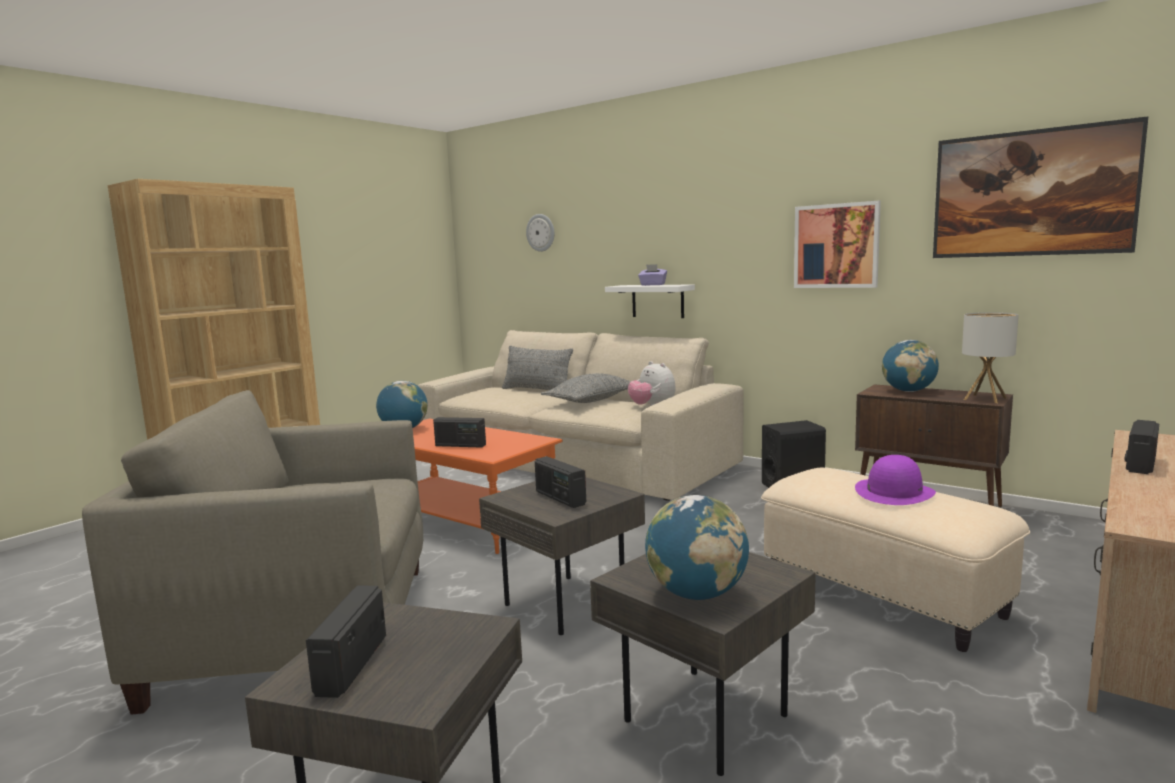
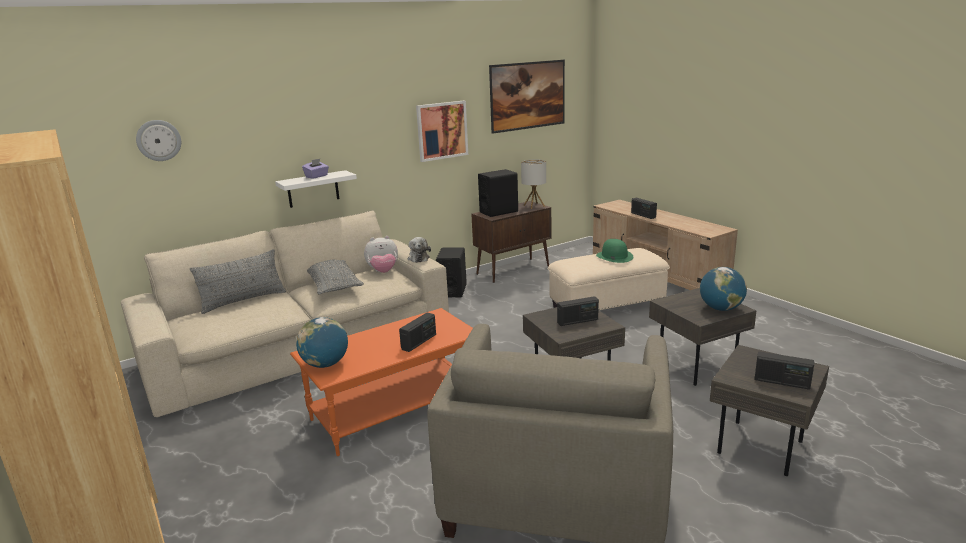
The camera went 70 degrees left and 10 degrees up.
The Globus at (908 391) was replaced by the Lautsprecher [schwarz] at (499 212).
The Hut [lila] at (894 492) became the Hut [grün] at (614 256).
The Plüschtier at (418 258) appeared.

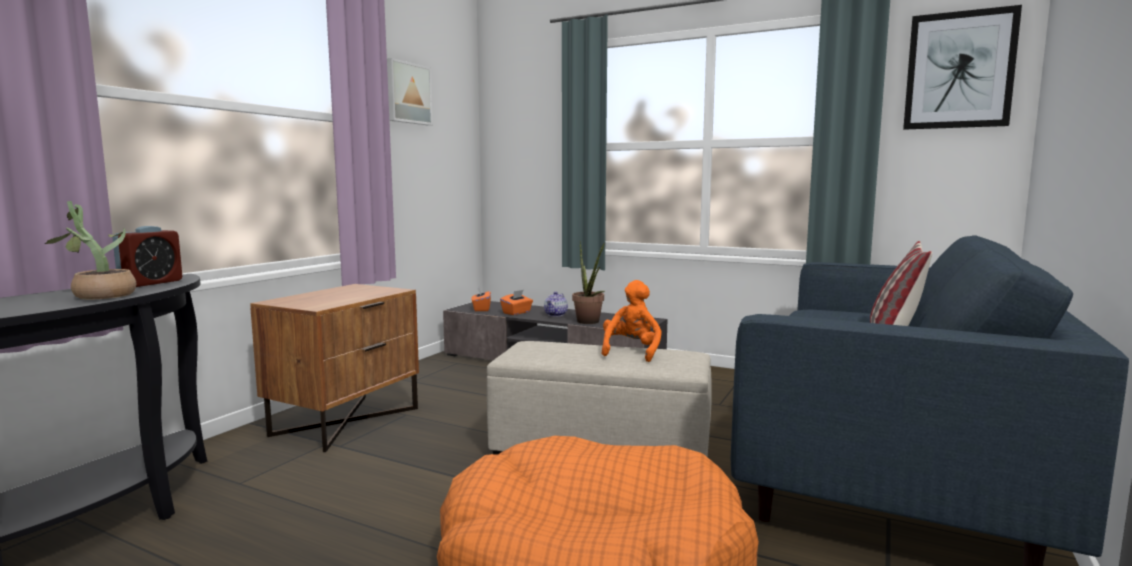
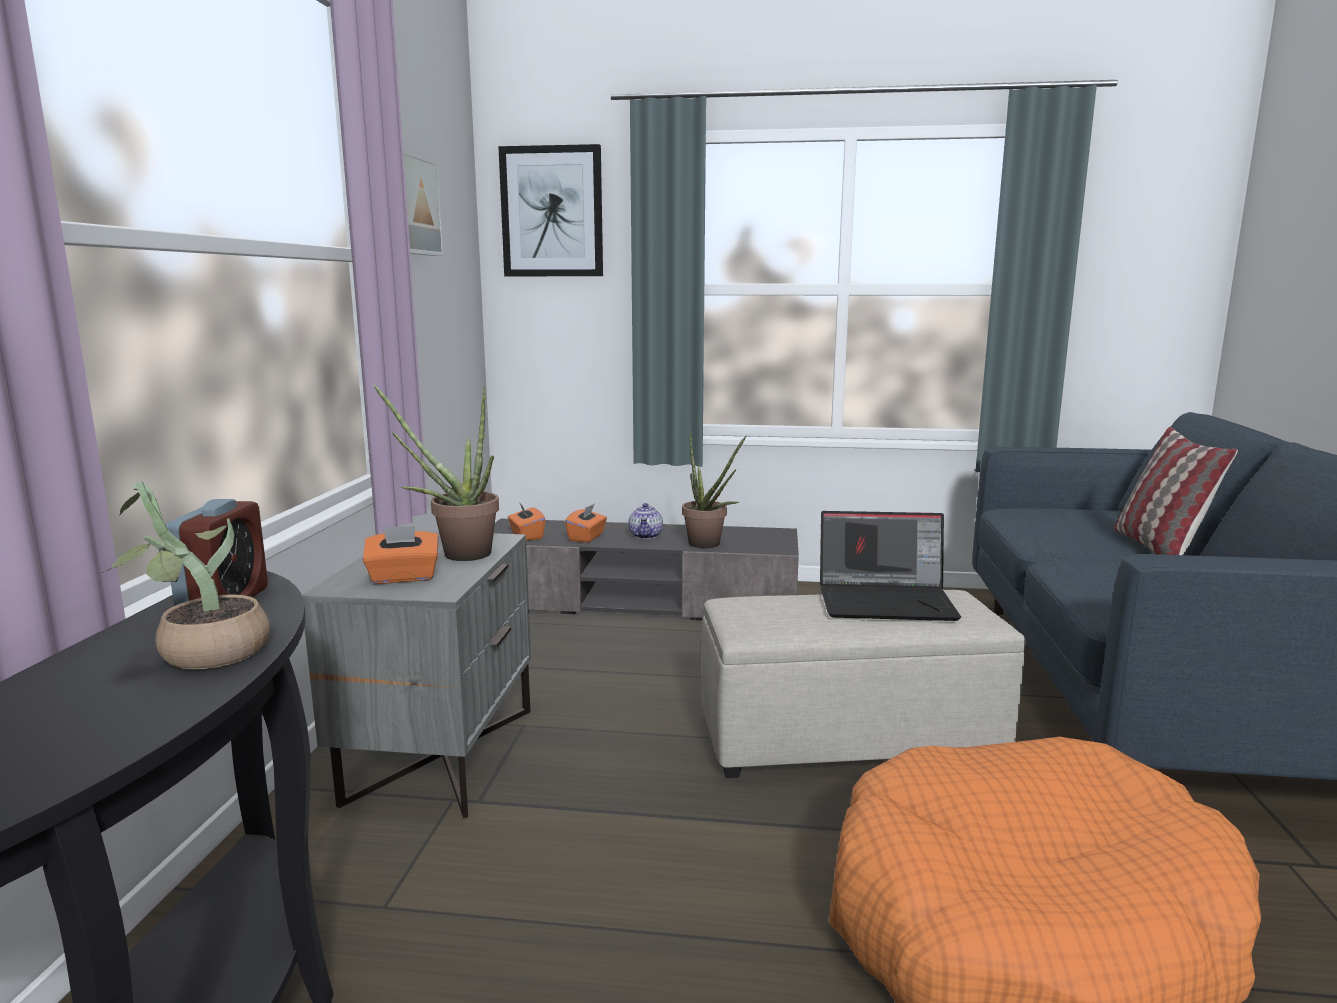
The camera went 20 degrees left and 5 degrees up.
The Bild moved from (959 70) to (552 212).
The Plüschtier [orange] at (631 351) was replaced by the Laptop at (887 601).
The Nachttisch [braun] at (345 421) became the Nachttisch [grau] at (440 754).
The Topfpflanze at (457 554) appeared.
The Taschentuchbox [orange] at (403 577) appeared.

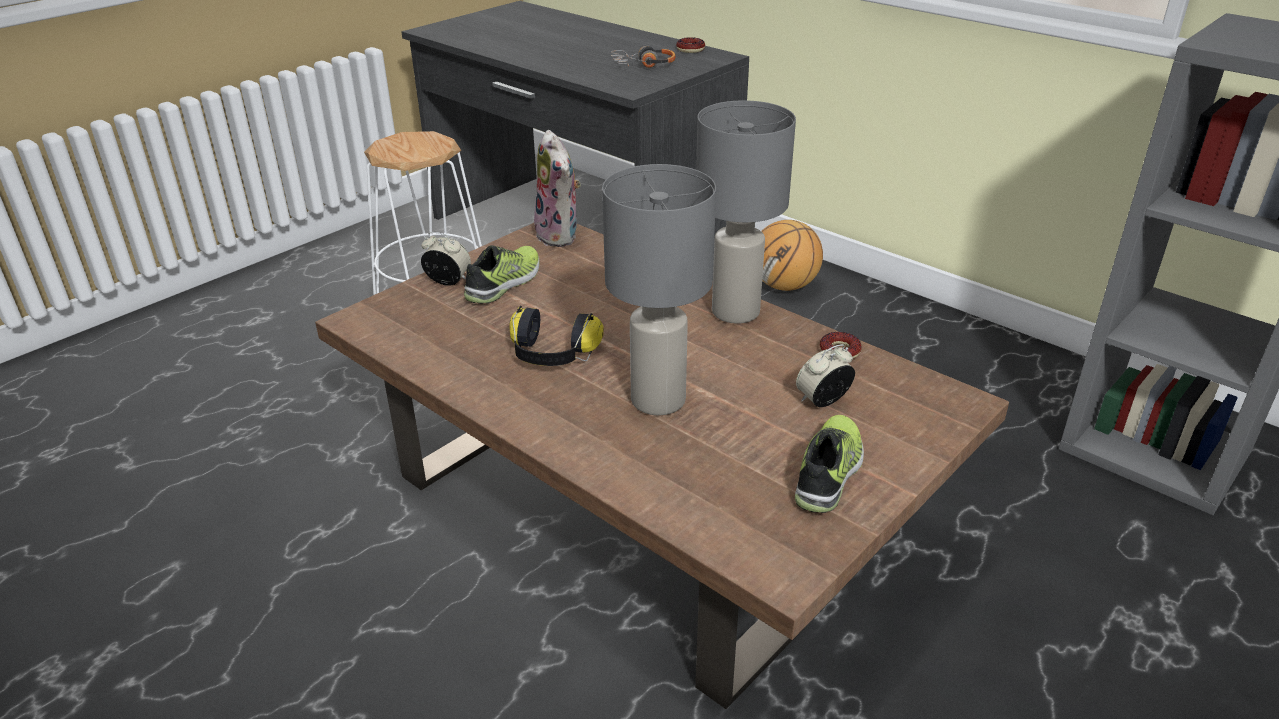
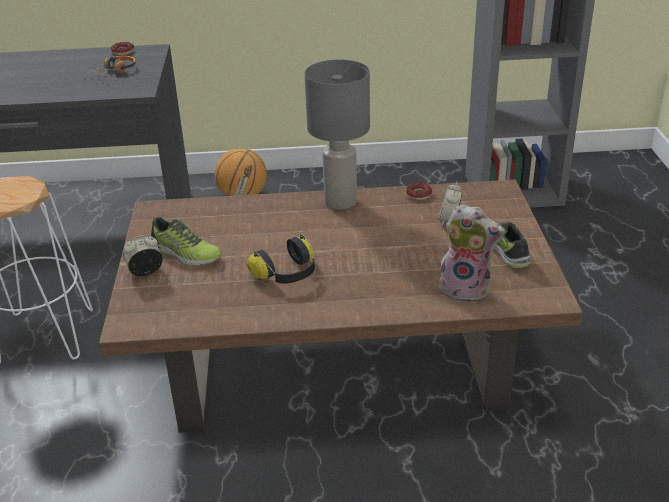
The camera went 45 degrees left and 0 degrees up.
The Plüschtier moved from (561 236) to (466 289).
The Tischlampe [grau] at (659 401) disappeared.
The Schuh at (505 283) turned 135 degrees clockwise.

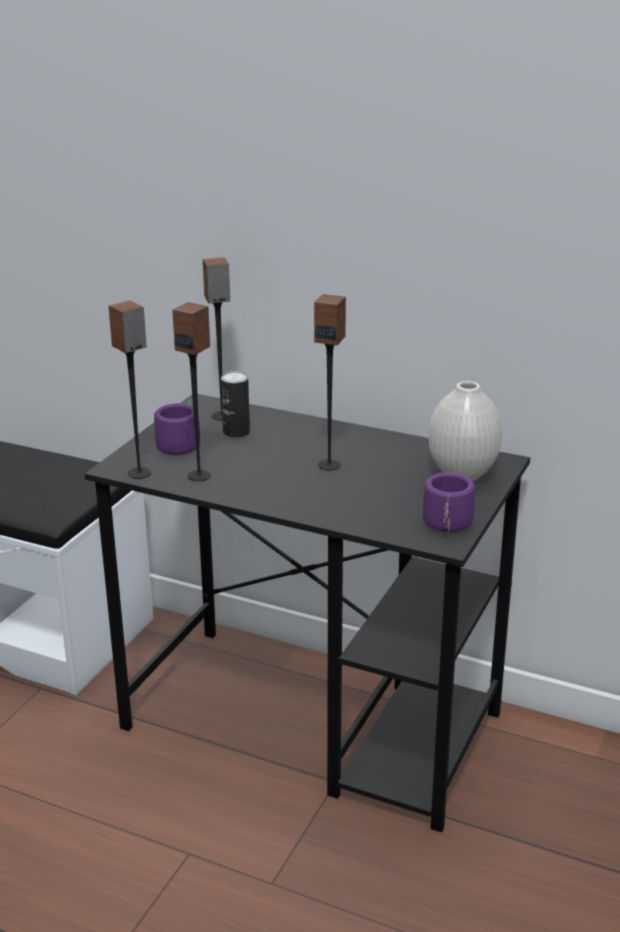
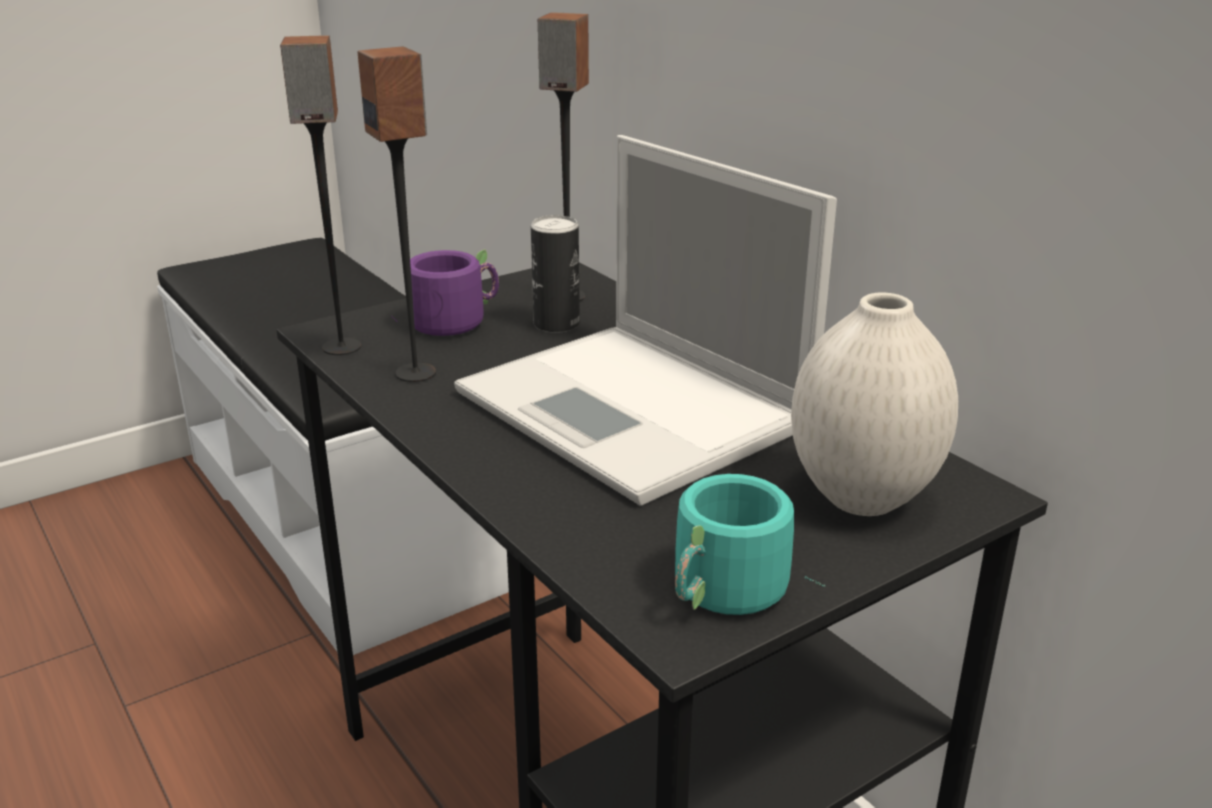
The camera went 30 degrees right and 0 degrees up.
The Lautsprecher at (329 465) was replaced by the Laptop at (636 411).
The Henkelbecher [lila] at (450 525) became the Henkelbecher [türkis] at (728 596).

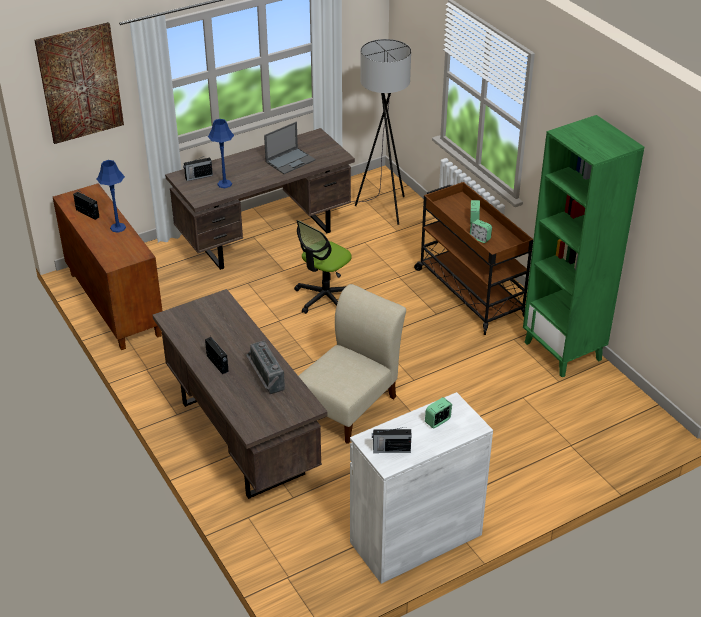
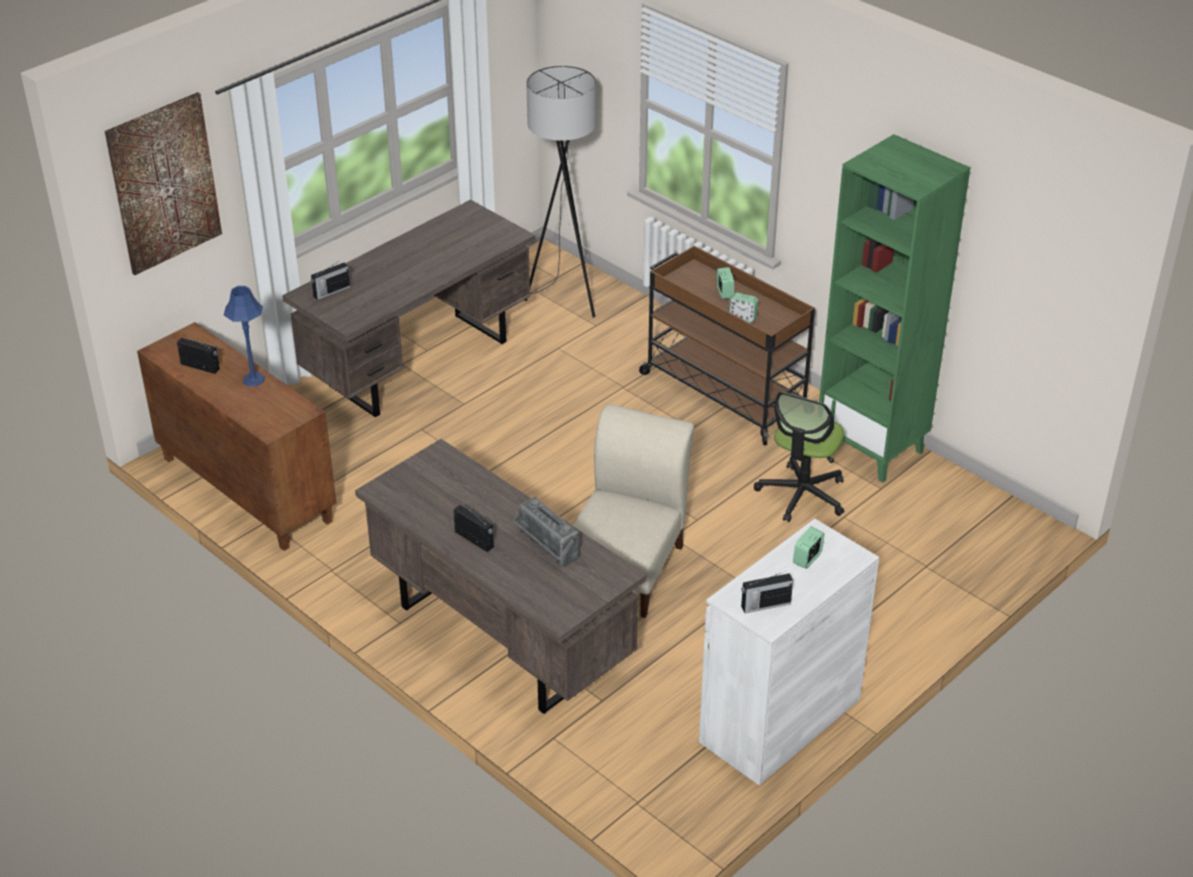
The camera went 15 degrees left and 0 degrees up.
The Tischlampe [blau] at (224 184) disappeared.
The Laptop at (290 161) disappeared.
The Bürostuhl moved from (325 298) to (802 494).

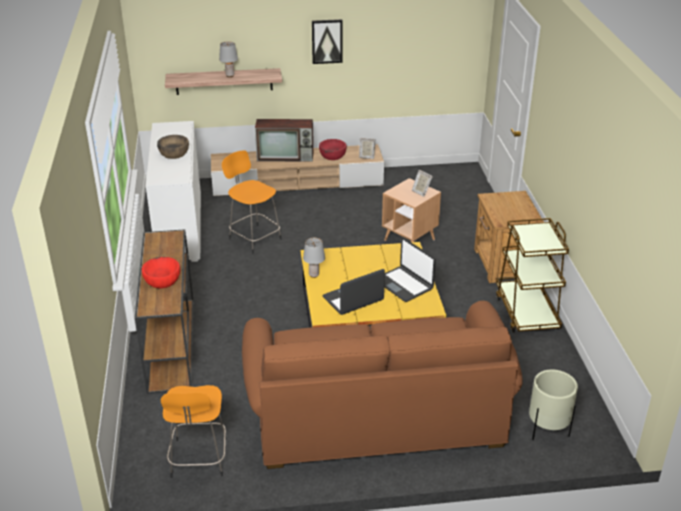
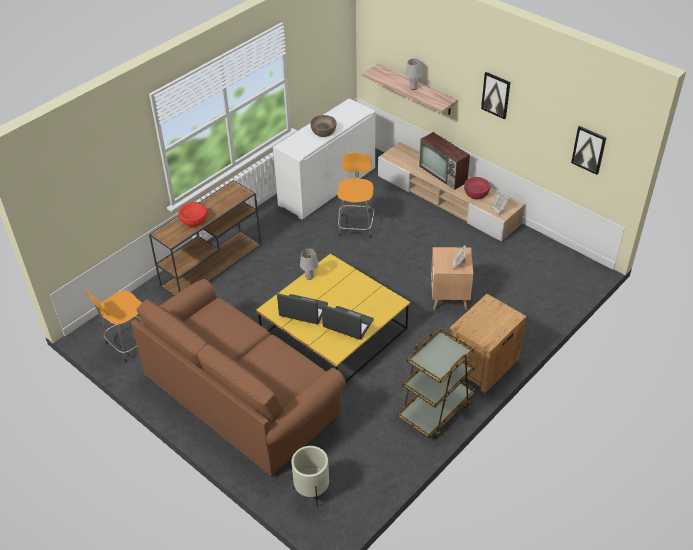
The camera went 50 degrees right and 10 degrees up.
The Laptop at (404 284) turned 105 degrees clockwise.
The Bild at (589 149) appeared.

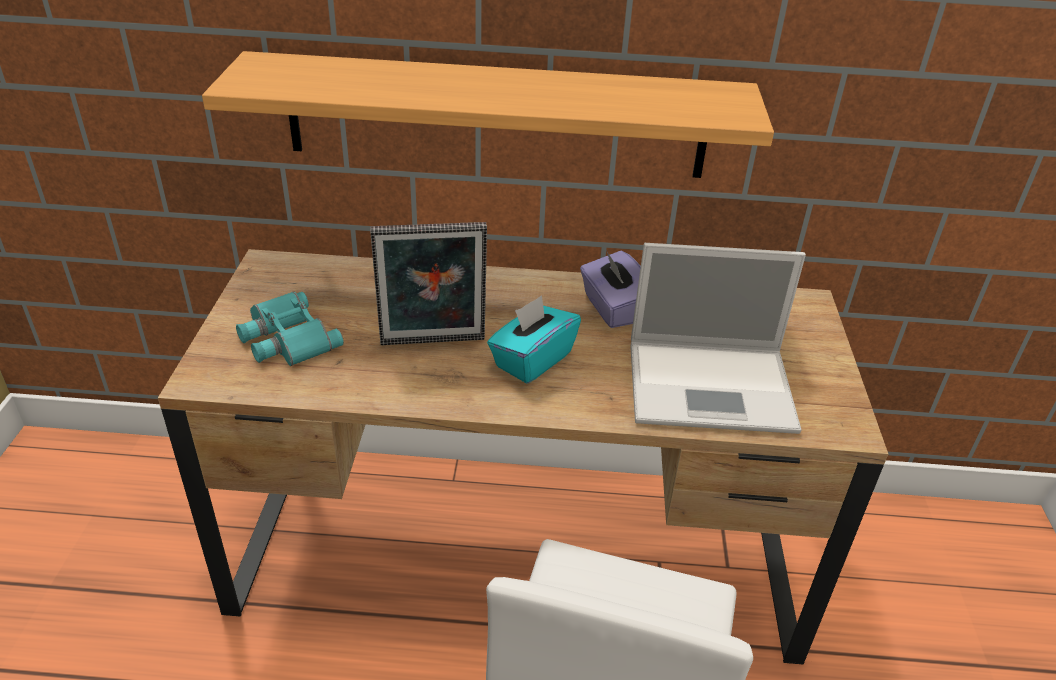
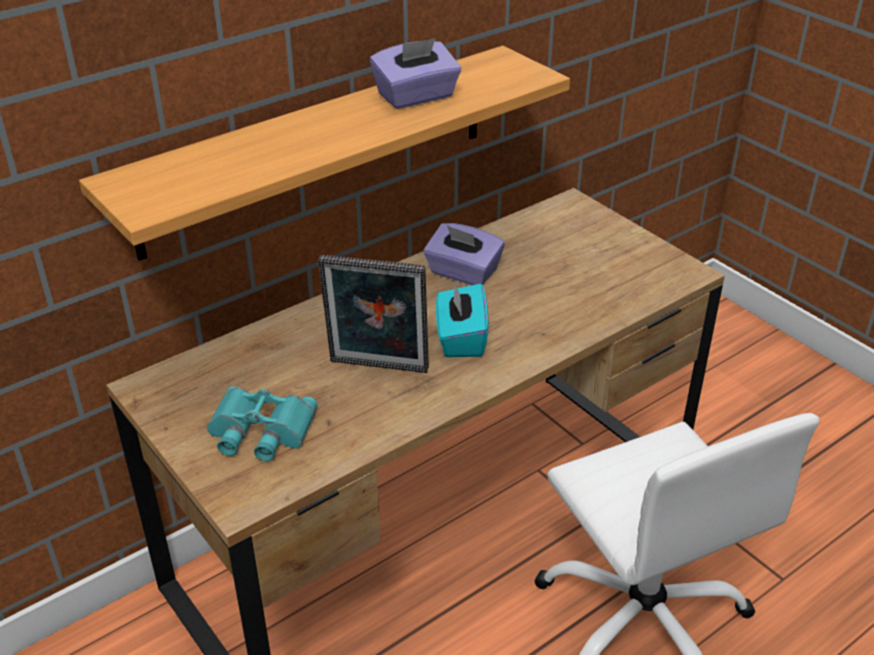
The camera went 40 degrees left and 0 degrees up.
The Bilderrahmen at (433 344) turned 60 degrees clockwise.
The Laptop at (713 386) disappeared.
The Taschentuchbox [lila] at (416 97) appeared.

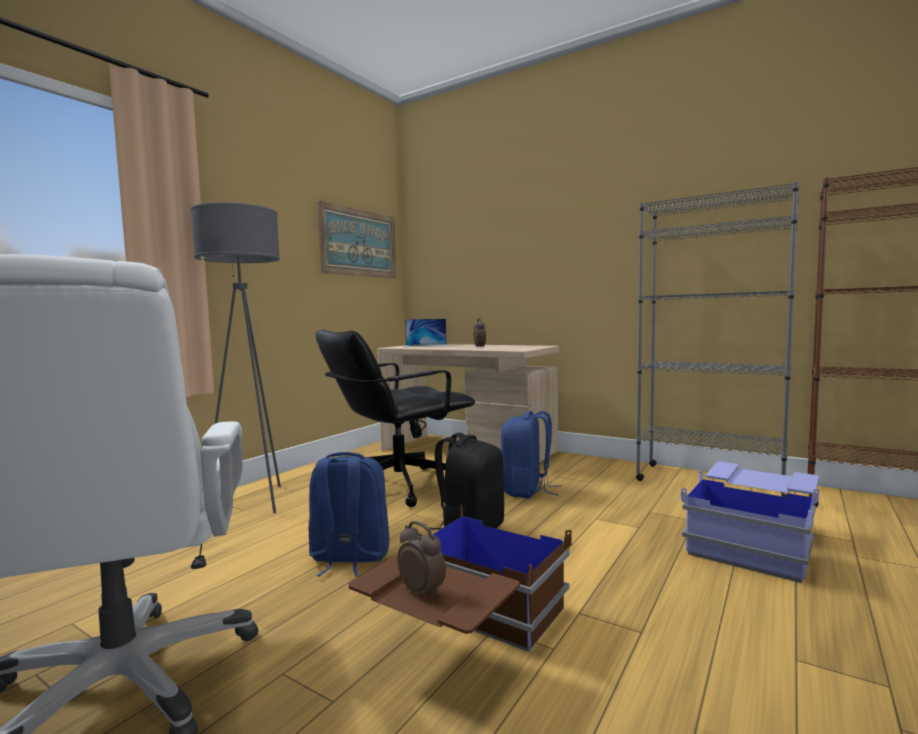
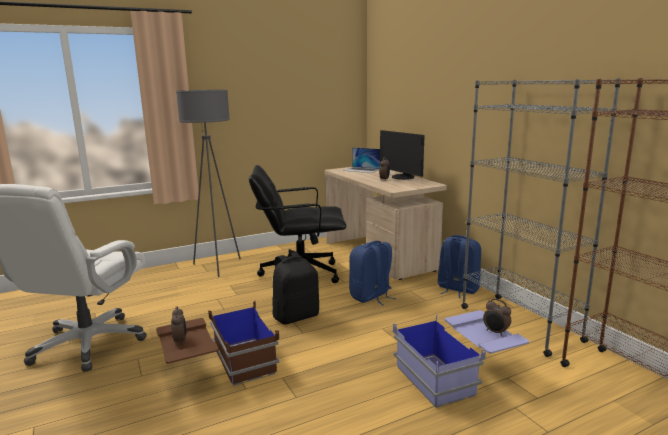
The camera went 30 degrees right and 10 degrees up.
The Bild at (359 243) disappeared.
The Rucksack [blau] moved from (349 558) to (457 289).
The Monitor at (402 177) appeared.
The Wecker at (495 332) appeared.

